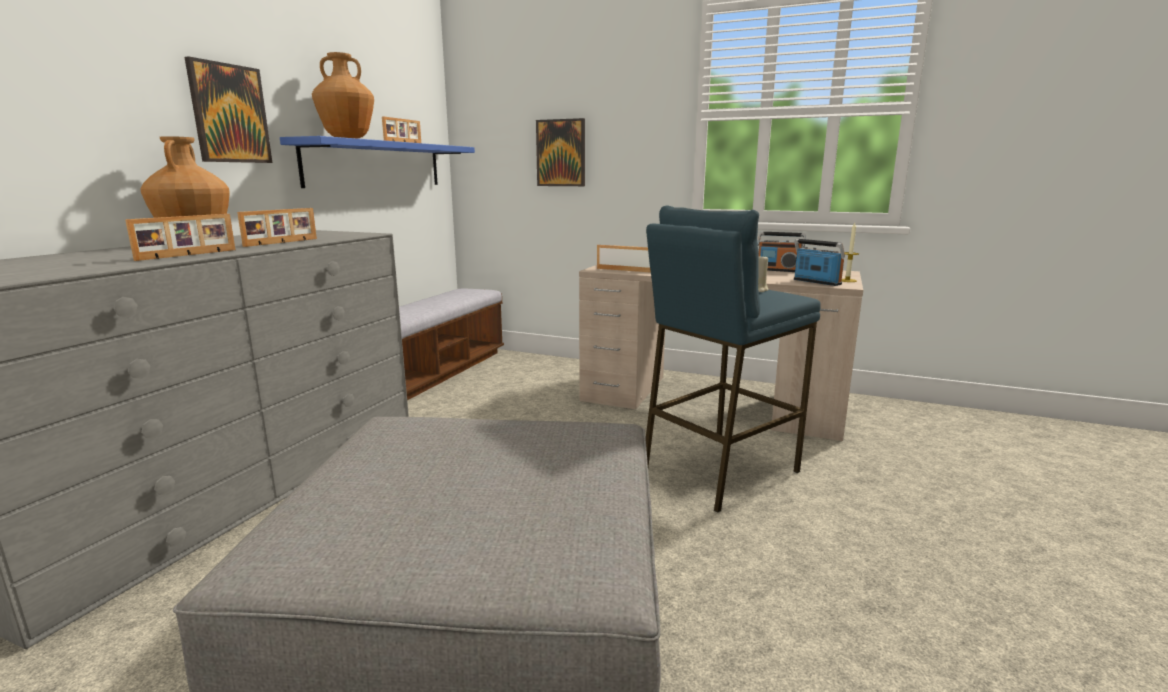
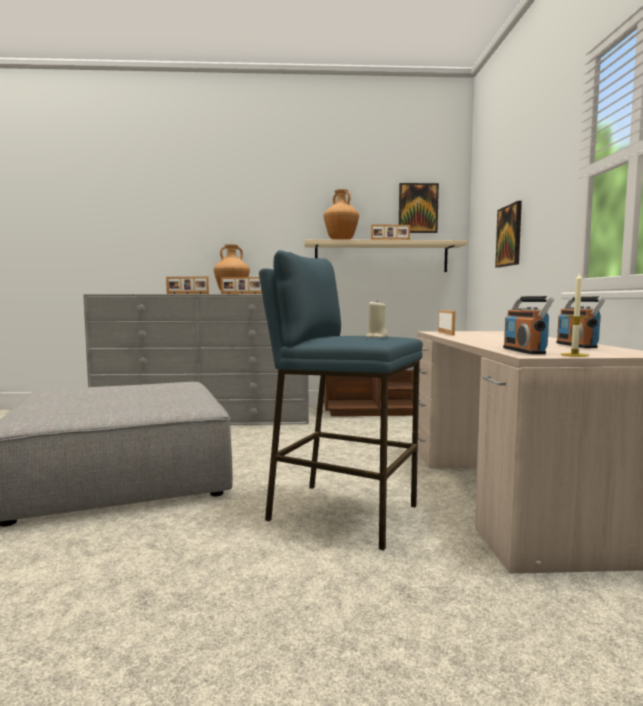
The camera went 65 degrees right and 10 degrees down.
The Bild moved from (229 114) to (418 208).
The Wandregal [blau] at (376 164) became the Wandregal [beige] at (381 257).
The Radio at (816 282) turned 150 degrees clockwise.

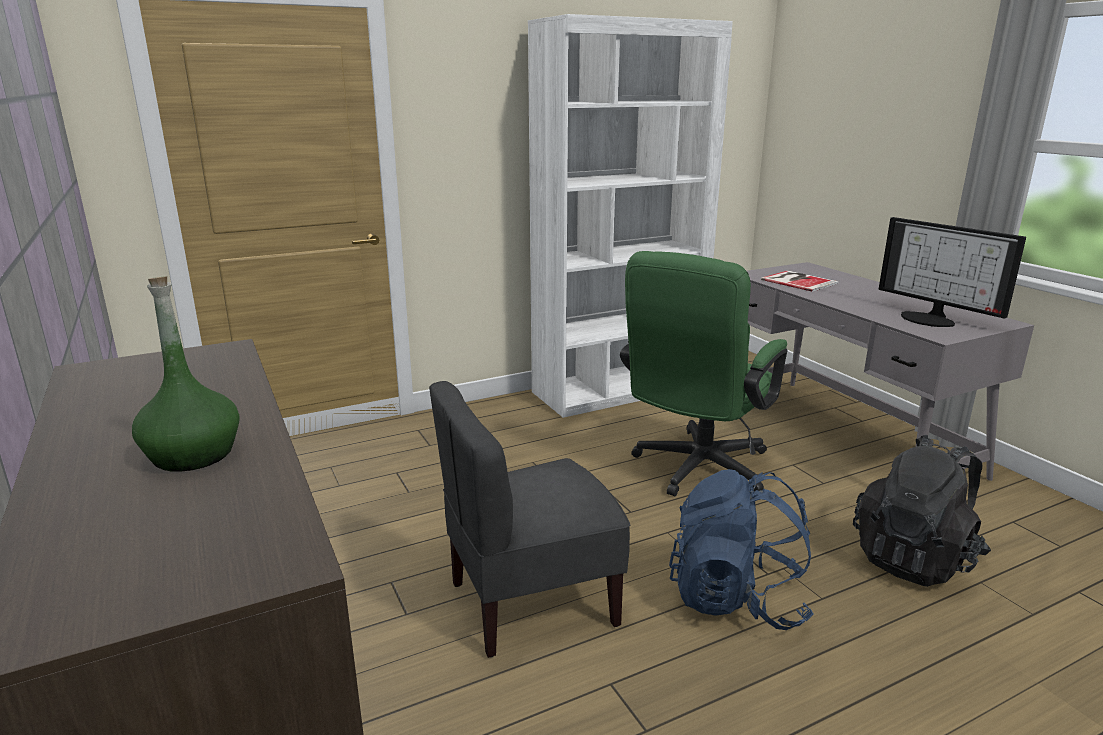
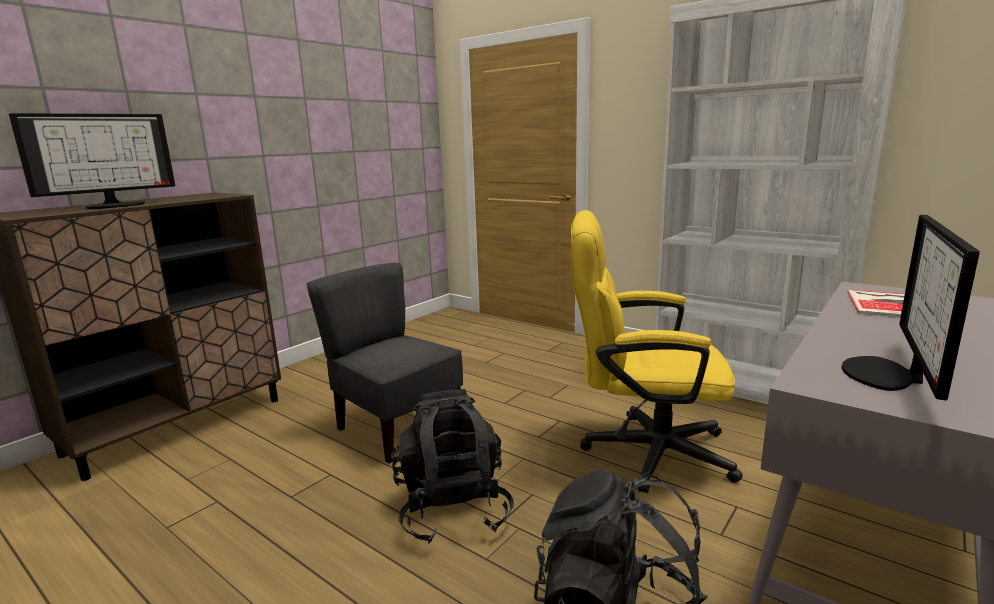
The camera went 65 degrees right and 5 degrees down.
The Bürostuhl [grün] at (695 470) became the Bürostuhl [gelb] at (642 451).
The Flasche [grün] at (192 455) was replaced by the Monitor at (116 205).
The Rucksack [blau] at (736 599) became the Rucksack [schwarz] at (453 509).

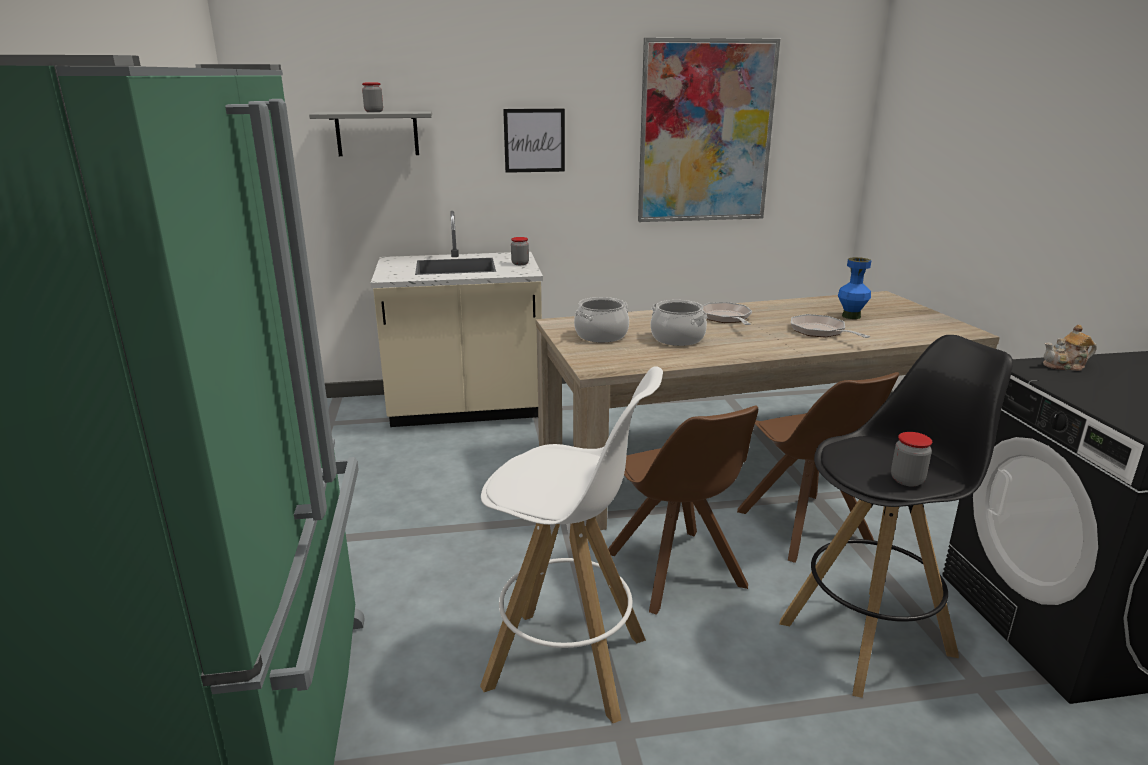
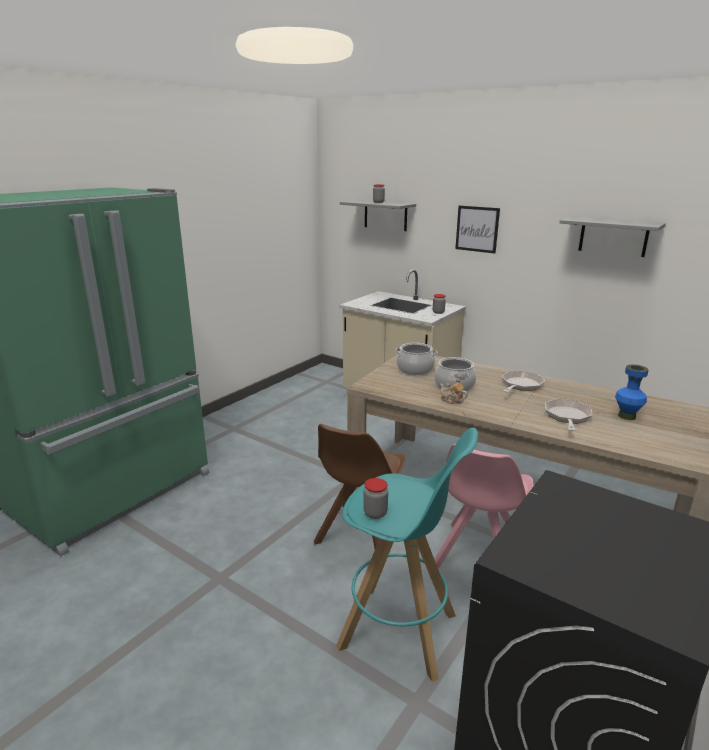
The camera went 45 degrees right and 0 degrees up.
The Bild at (706 132) was replaced by the Wandregal [grau] at (613 236).
The Teekanne moved from (1065 366) to (451 400).
The Hocker [schwarz] at (868 637) became the Hocker [türkis] at (399 631).
The Hocker [weiß] at (568 663) disappeared.
The Stuhl [braun] at (805 528) became the Stuhl [rosa] at (477 557).

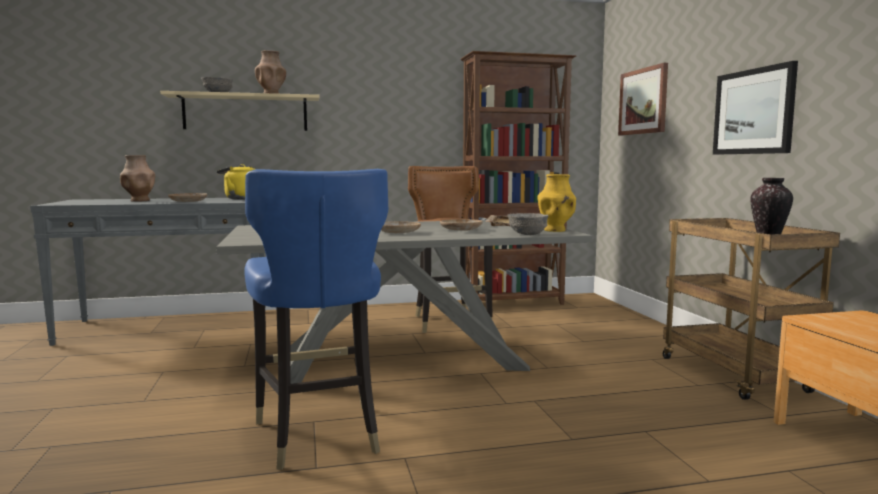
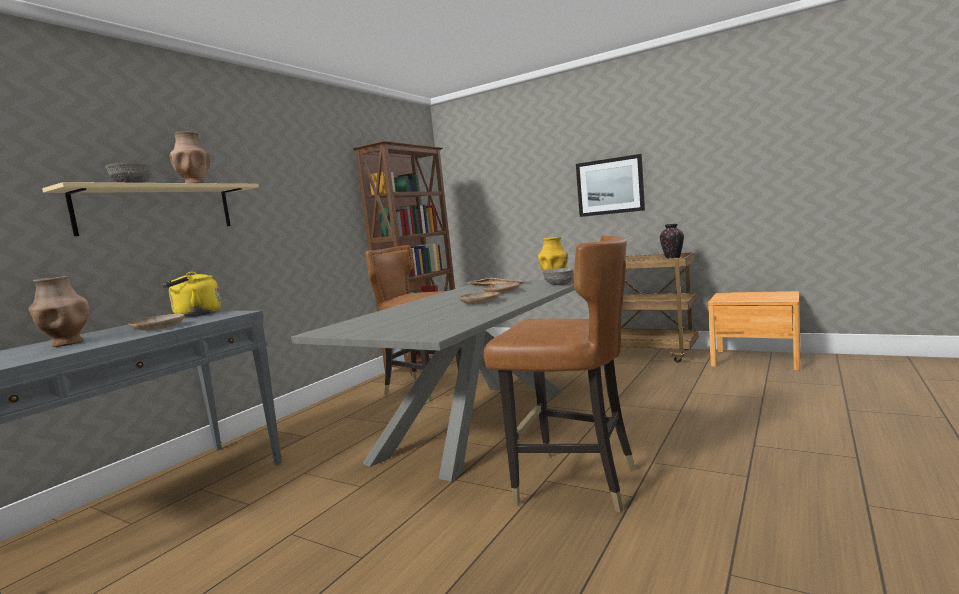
The camera went 45 degrees left and 0 degrees up.
The Bild at (643 101) disappeared.
The Stuhl [blau] at (319 434) became the Stuhl [braun] at (574 483).

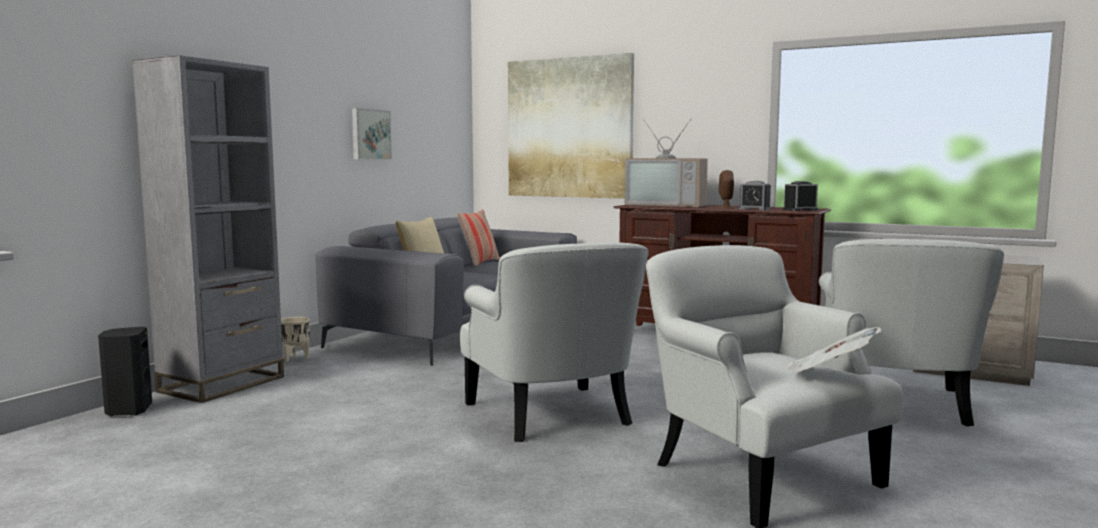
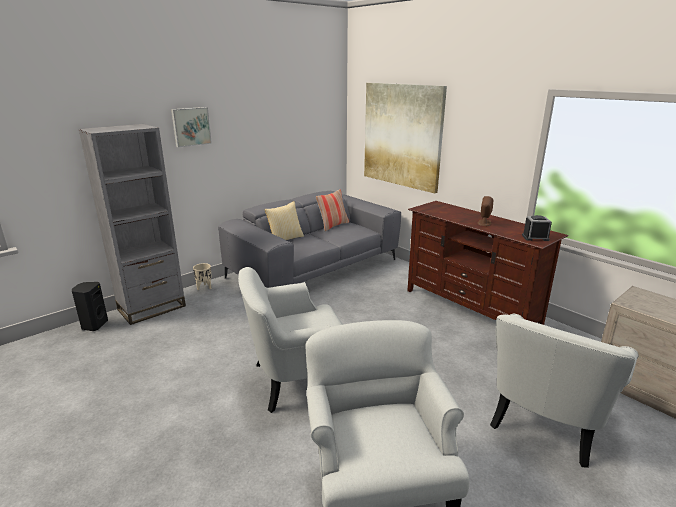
The camera went 20 degrees right and 15 degrees up.
The Bild moved from (370 134) to (191 126).
The Fernseher at (667 205) disappeared.
The Wecker at (754 209) disappeared.
The Sessel [weiß] at (552 414) turned 75 degrees clockwise.
The Zeitung at (828 373) disappeared.

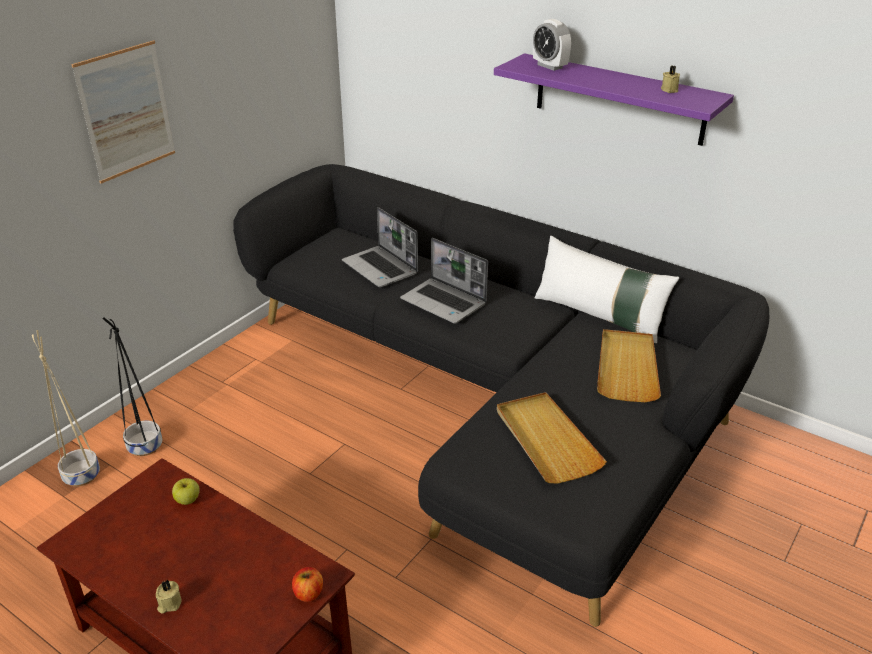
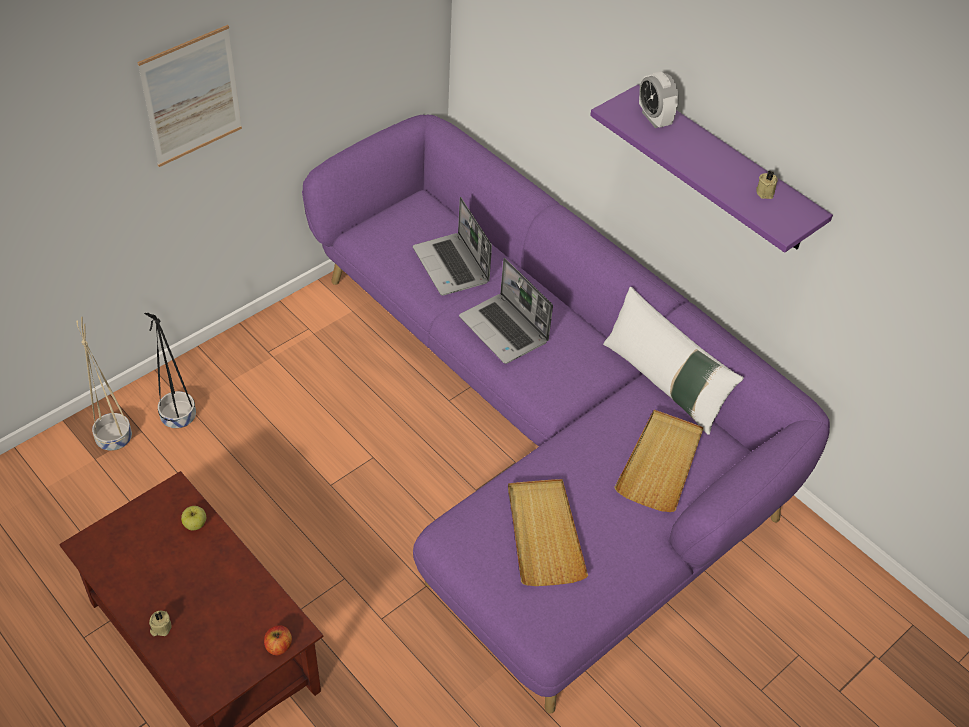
The camera went 10 degrees right and 15 degrees up.
The Sofa [schwarz] at (491 396) became the Sofa [lila] at (540 431).

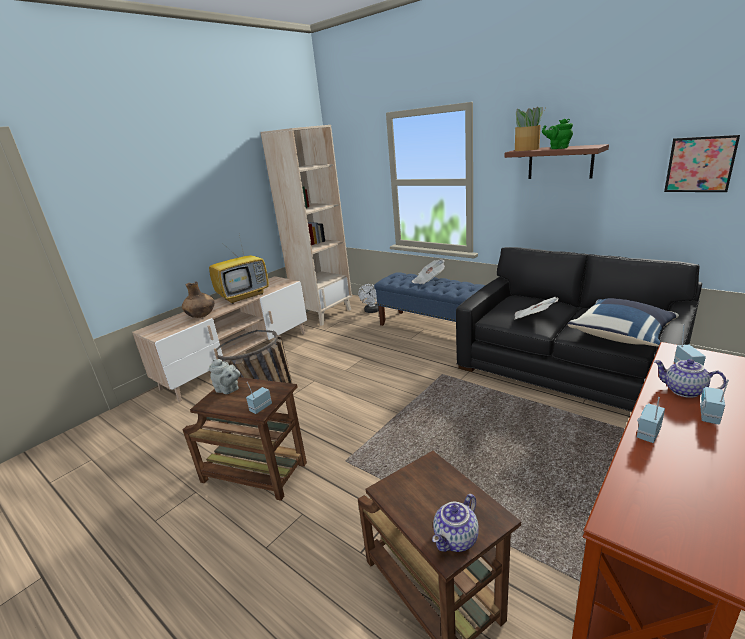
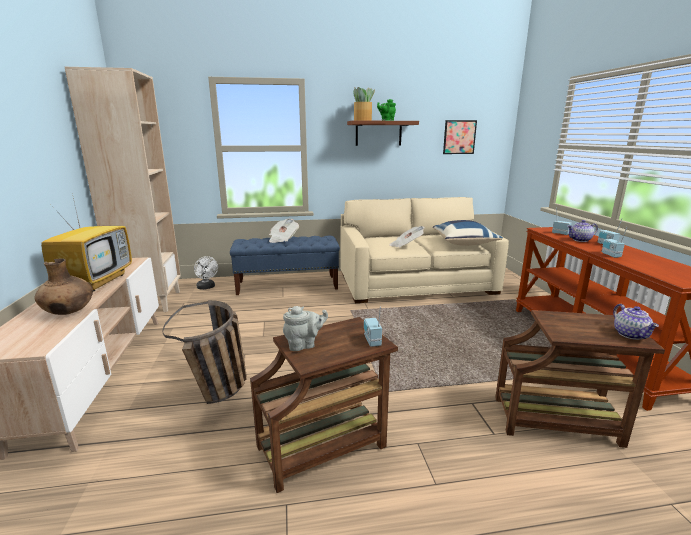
The camera went 50 degrees left and 5 degrees down.
The Sofa [schwarz] at (568 366) became the Sofa [beige] at (415 282).

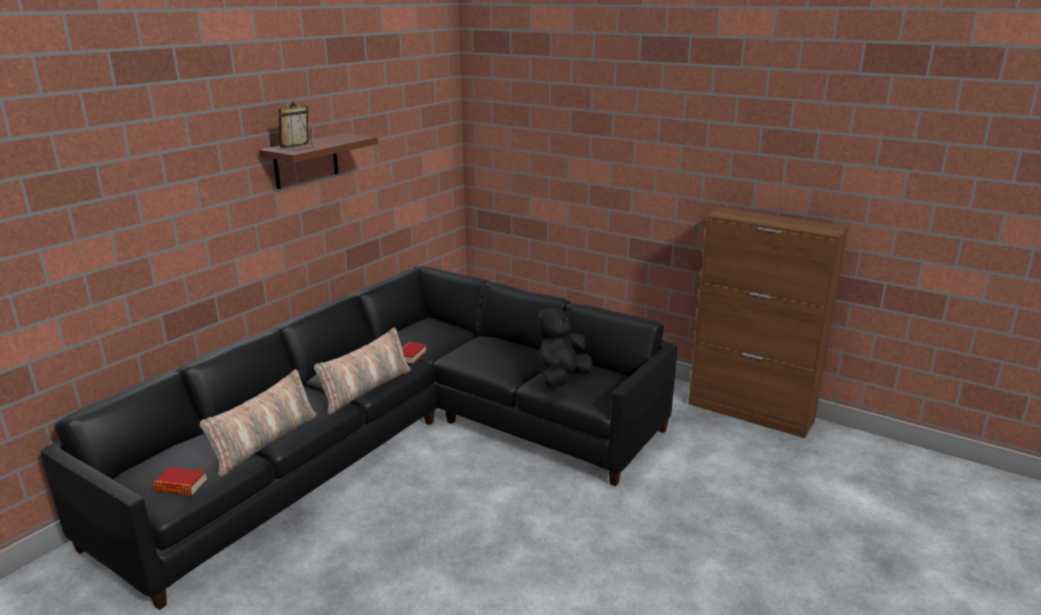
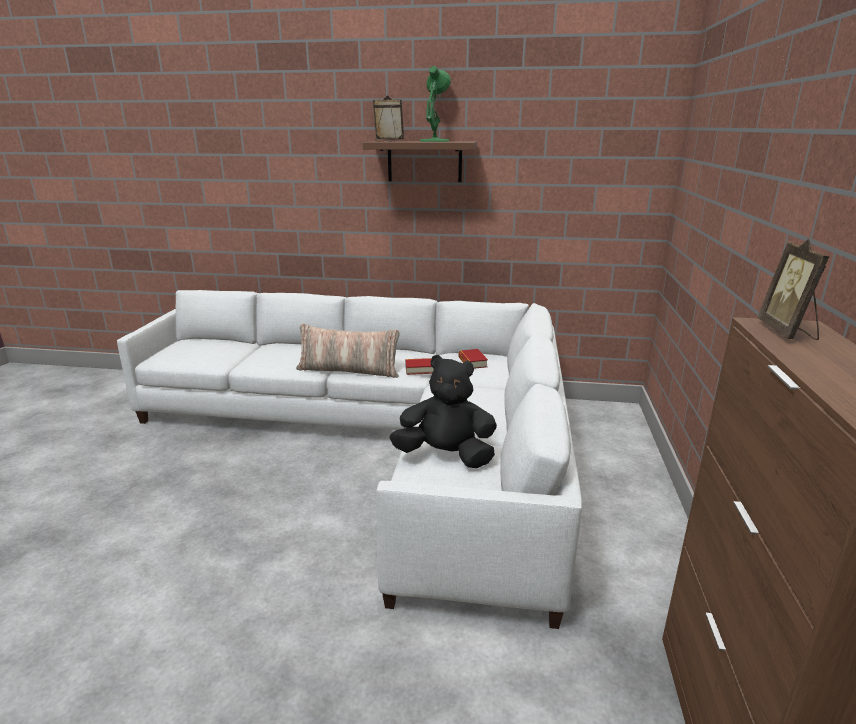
The camera went 65 degrees right and 0 degrees up.
The Sofa [schwarz] at (401 441) became the Sofa [weiß] at (381 440).
The Kissen at (265 441) disappeared.
The Buch moved from (181 486) to (472 362).
The Tischlampe [grün] at (435 141) appeared.
The Bilderrahmen at (787 332) appeared.

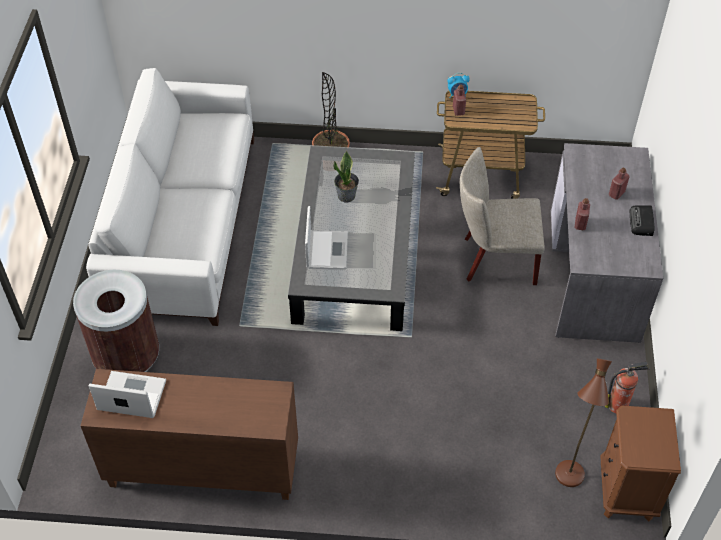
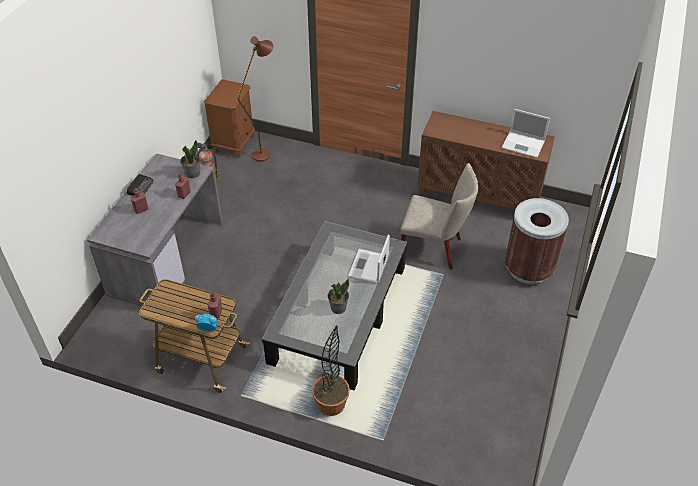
The camera went 165 degrees left and 5 degrees down.
The Sofa [weiß] at (185 223) disappeared.
The Stuhl [beige] moved from (494 259) to (434 249).
The Topfpflanze at (192 173) appeared.

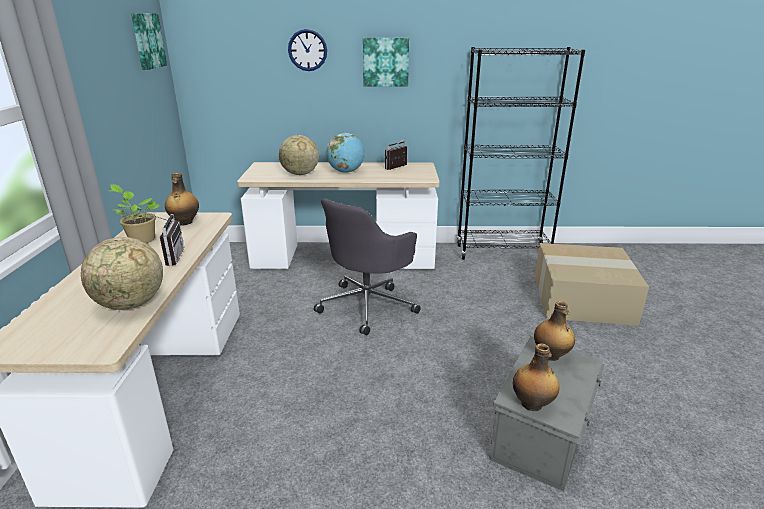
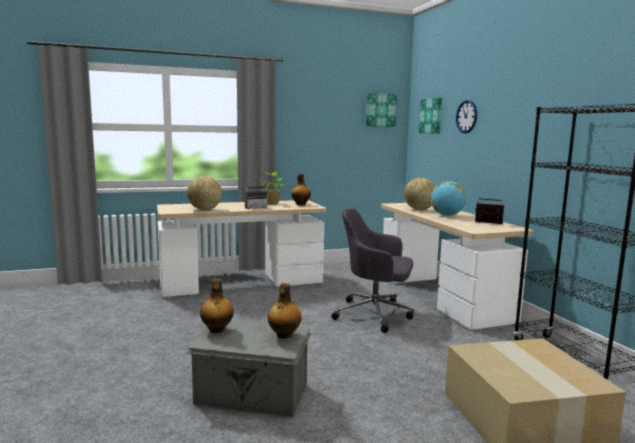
The camera went 70 degrees right and 15 degrees down.
The Bild moved from (385 62) to (431 116).

